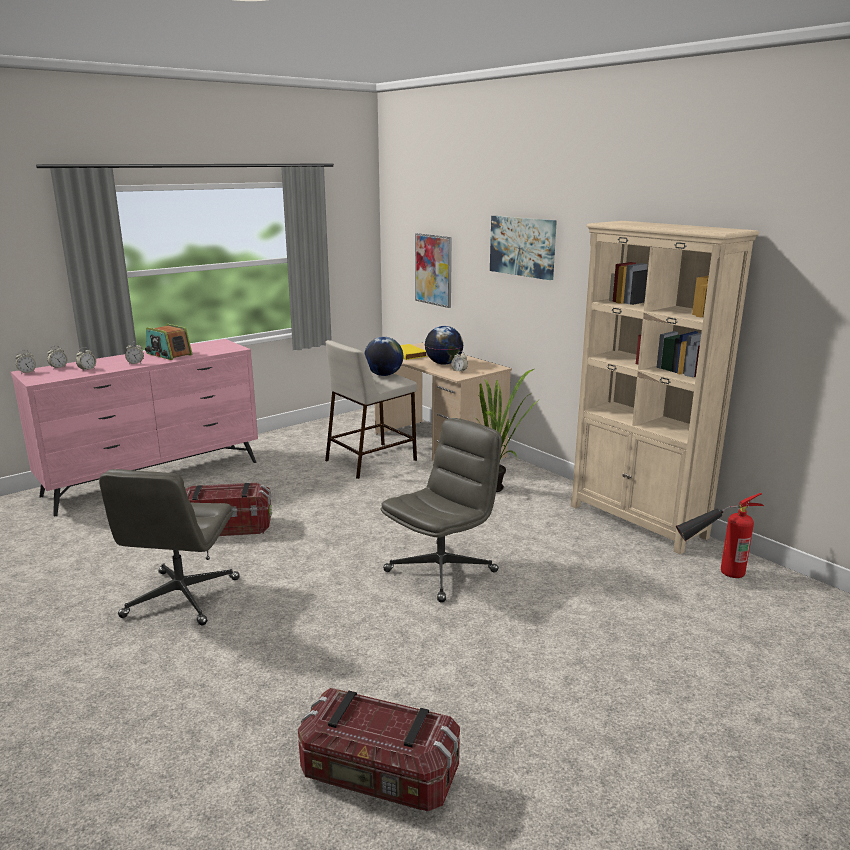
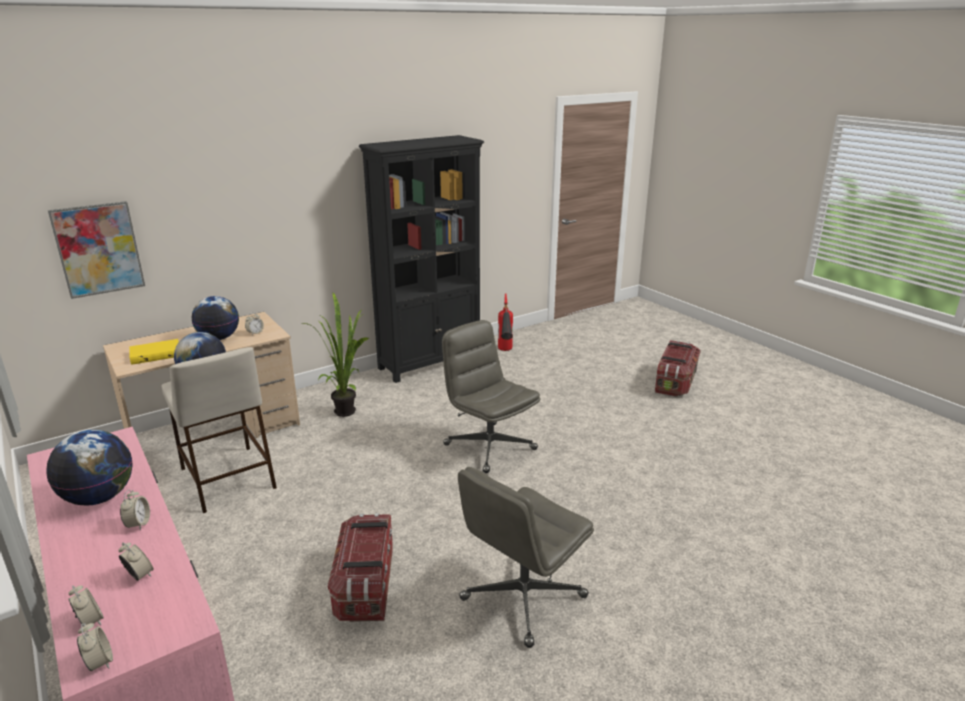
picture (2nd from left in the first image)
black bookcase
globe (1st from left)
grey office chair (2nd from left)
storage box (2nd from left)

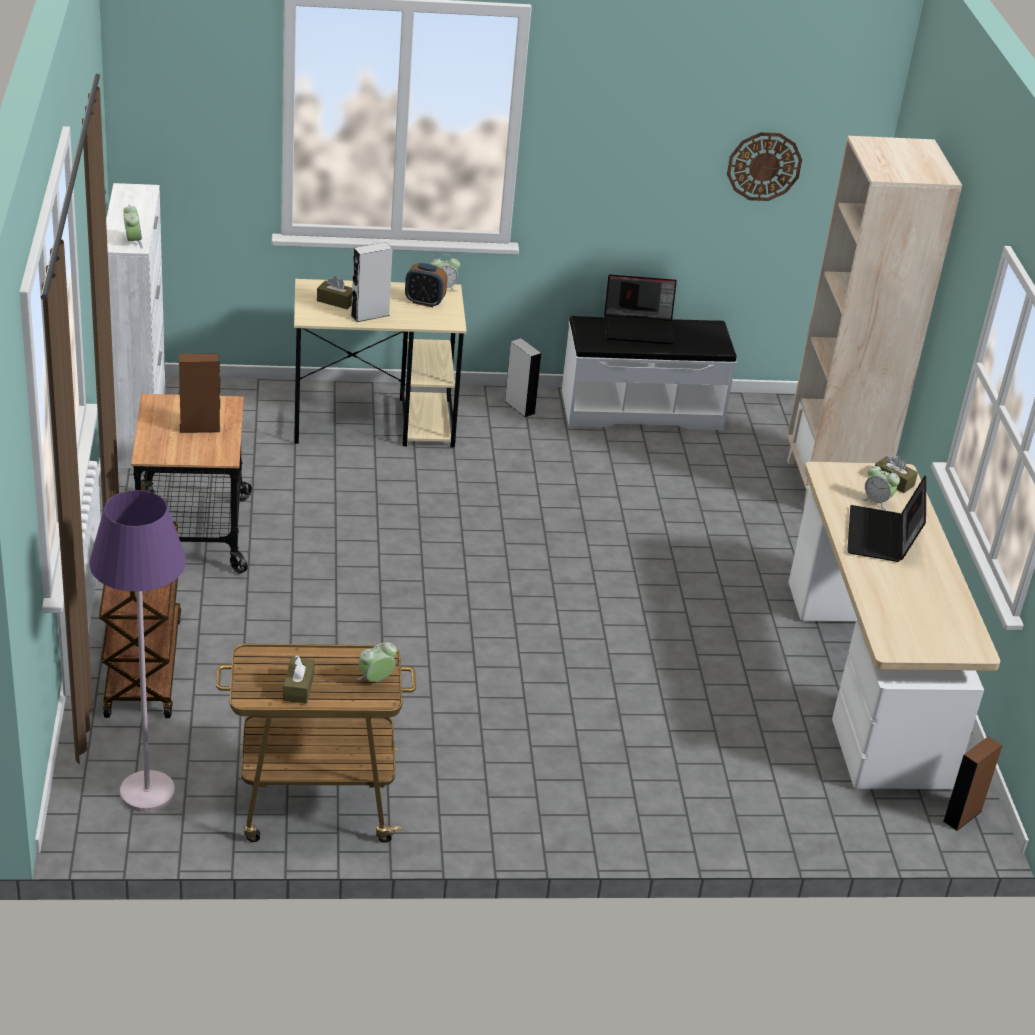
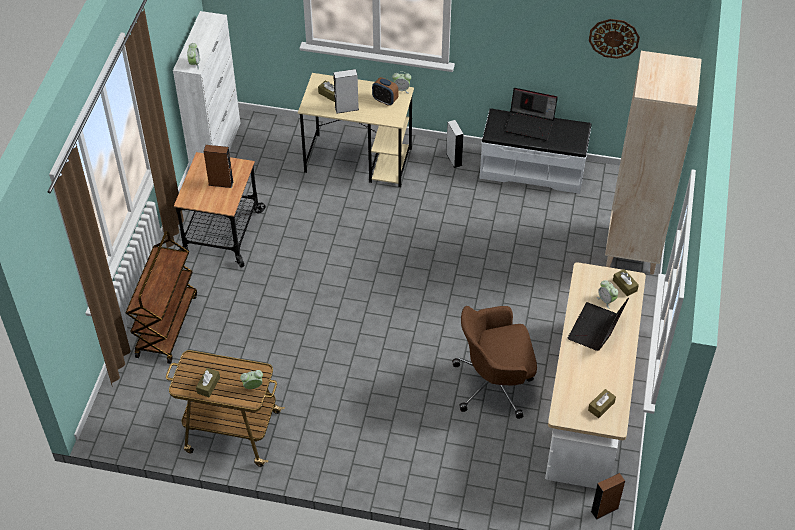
purple floor lamp
brown office chair
brown tissue box (3rd from left)

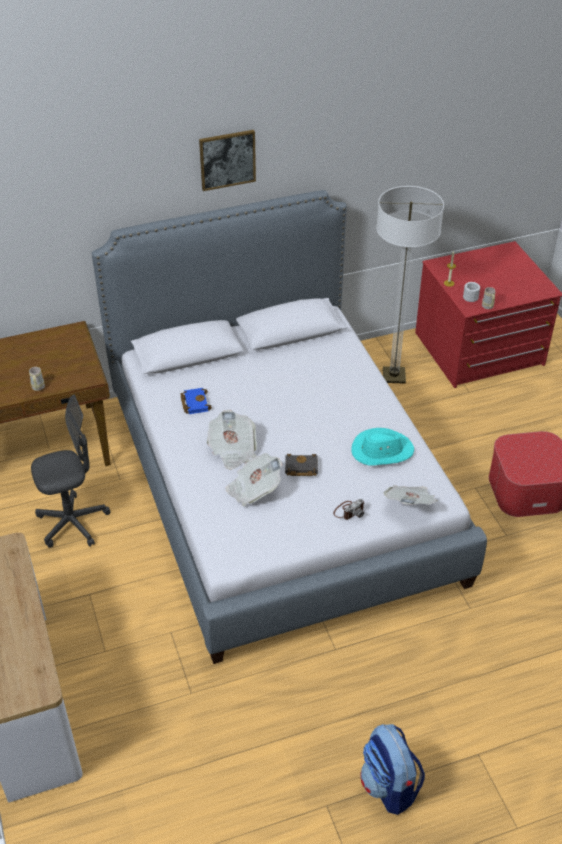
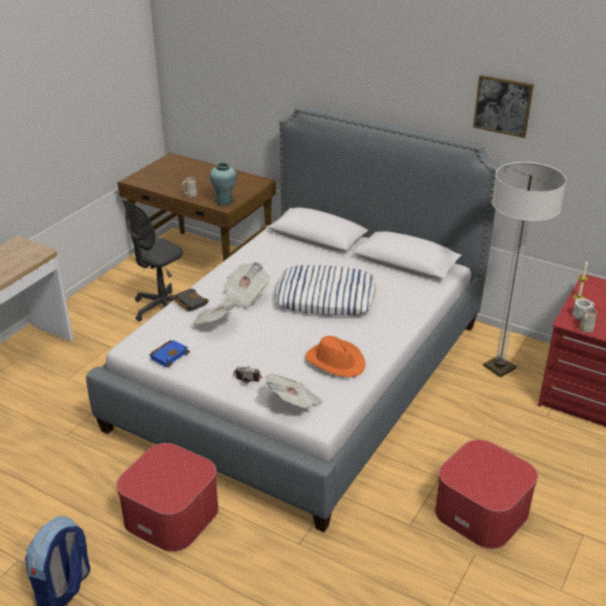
picture
blue book
grey office chair
orange hat
black book
turquoise vase
pillow
ottoman (1st from left)

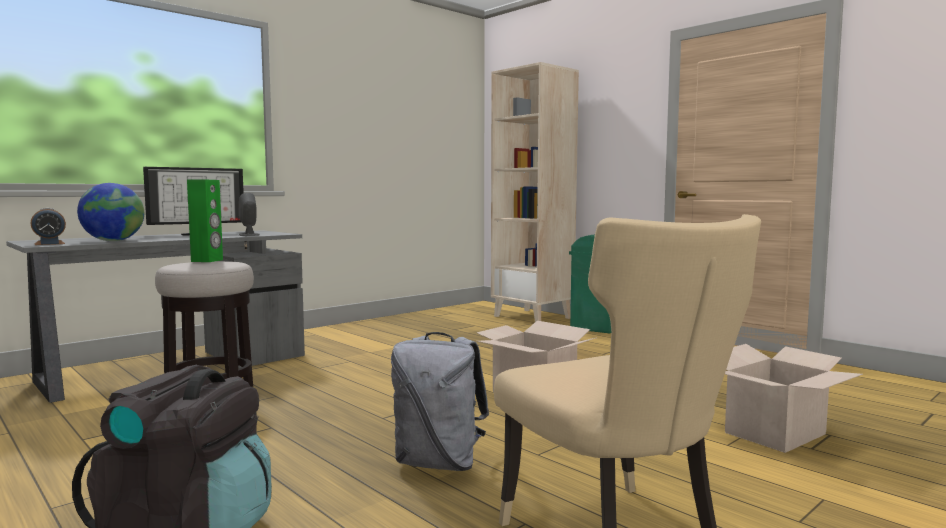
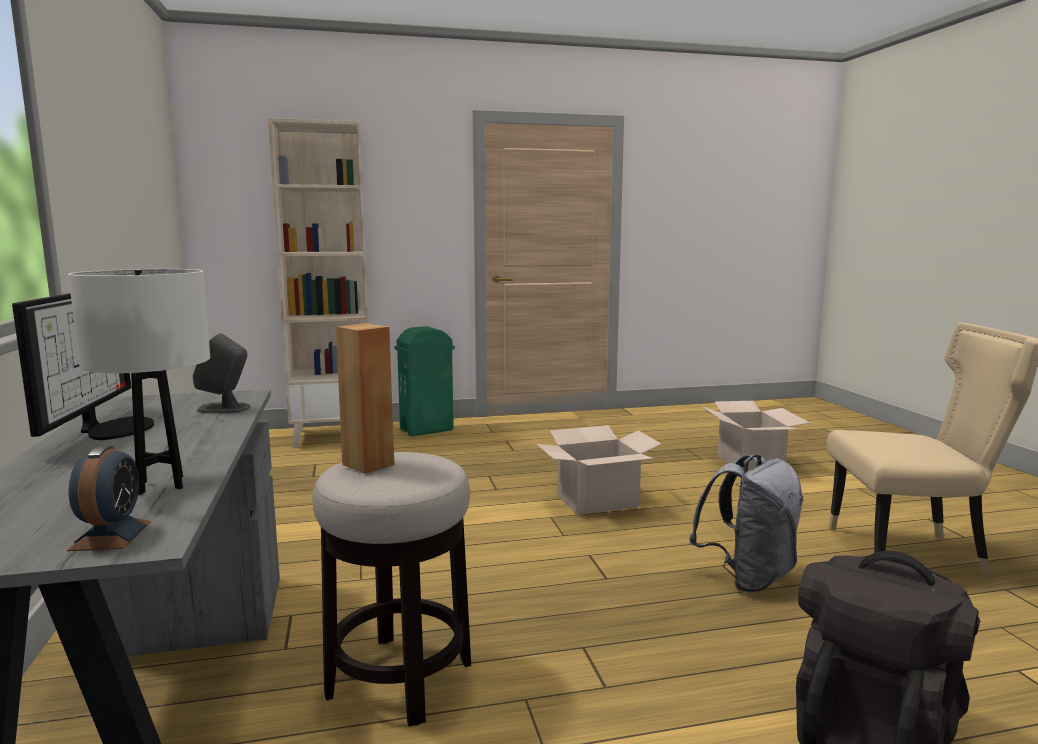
brown speaker
white table lamp

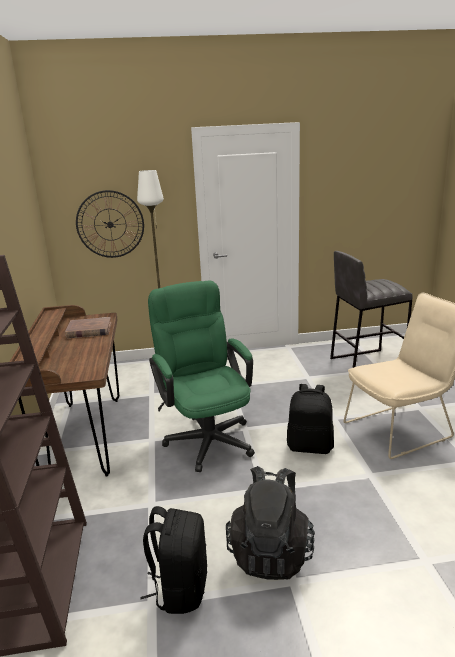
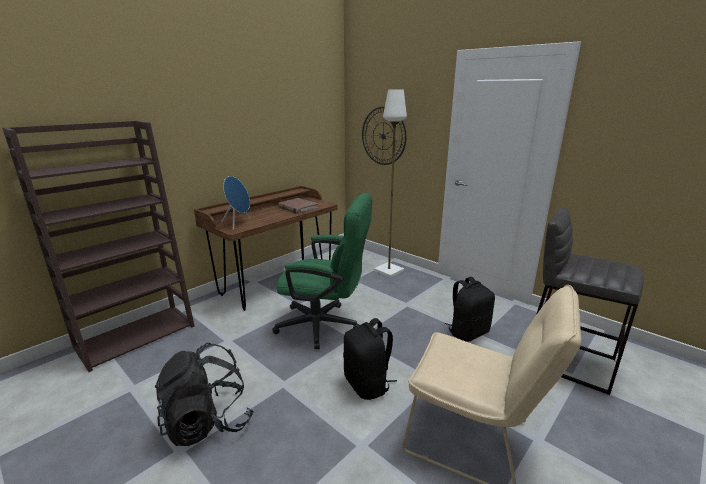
green office chair
black backpack (3rd from left)
blue speaker

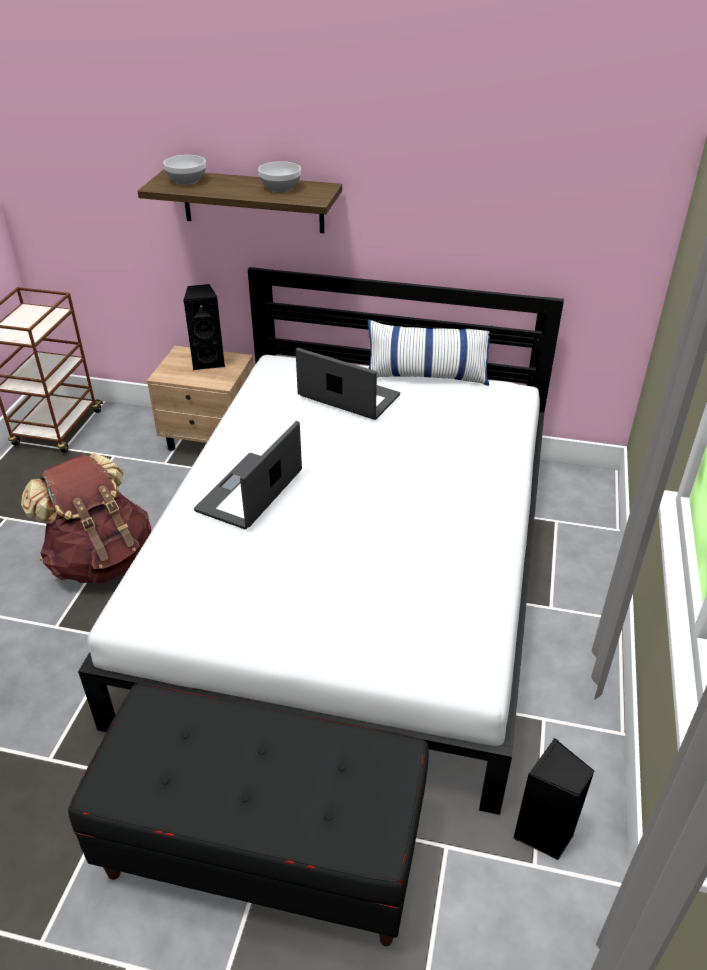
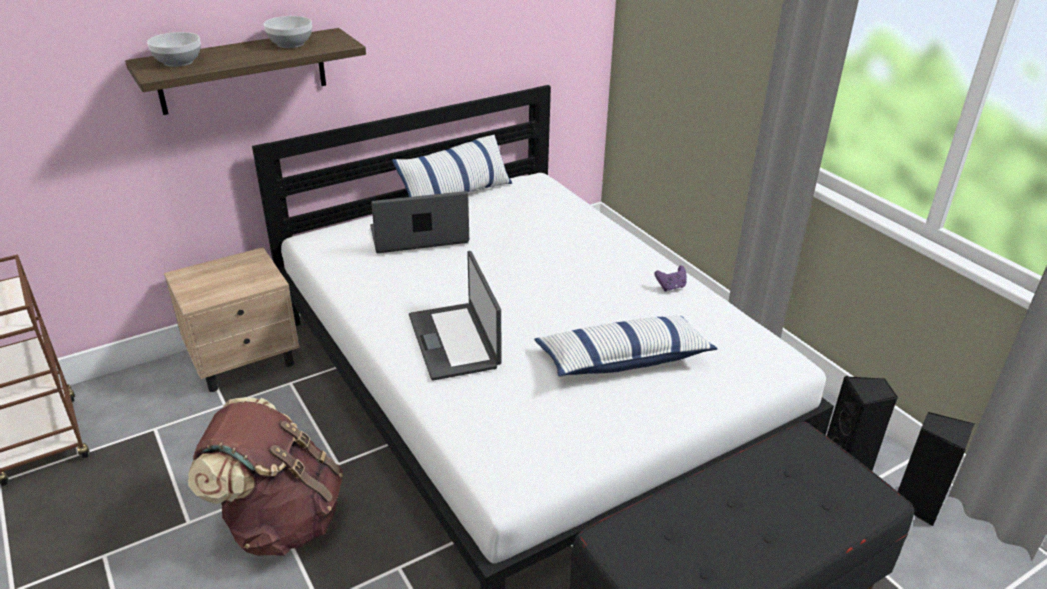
black speaker (2nd from left)
purple game controller
pillow (2nd from left)

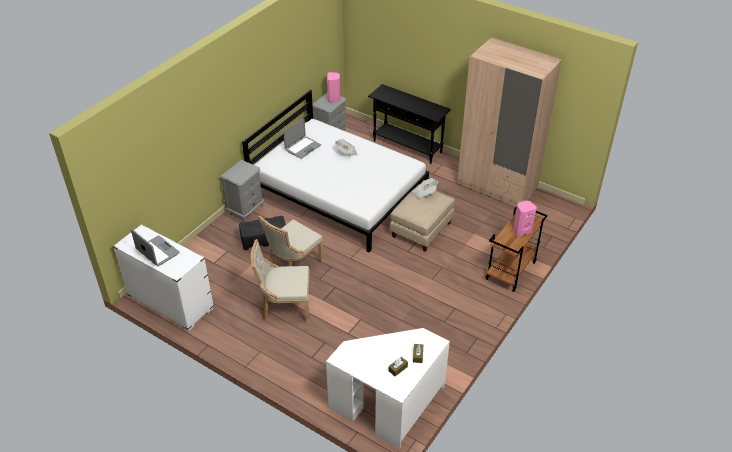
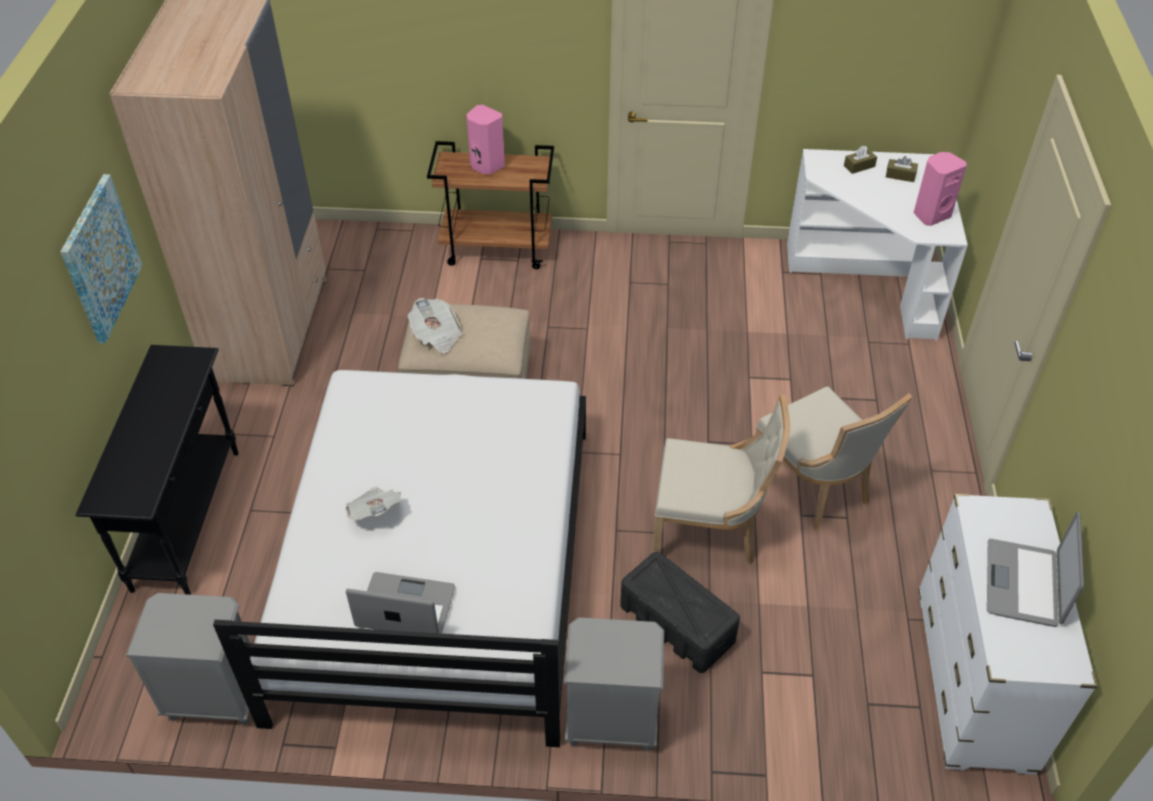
pink speaker (2nd from left)
picture

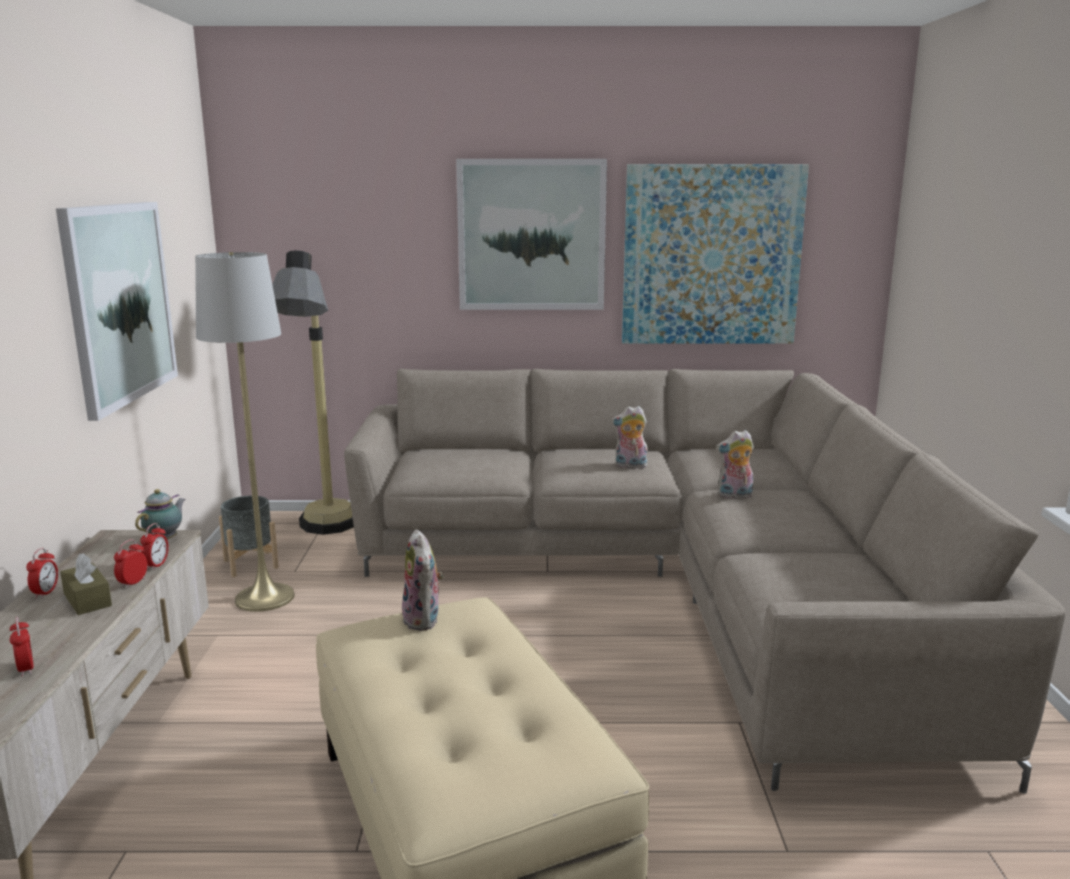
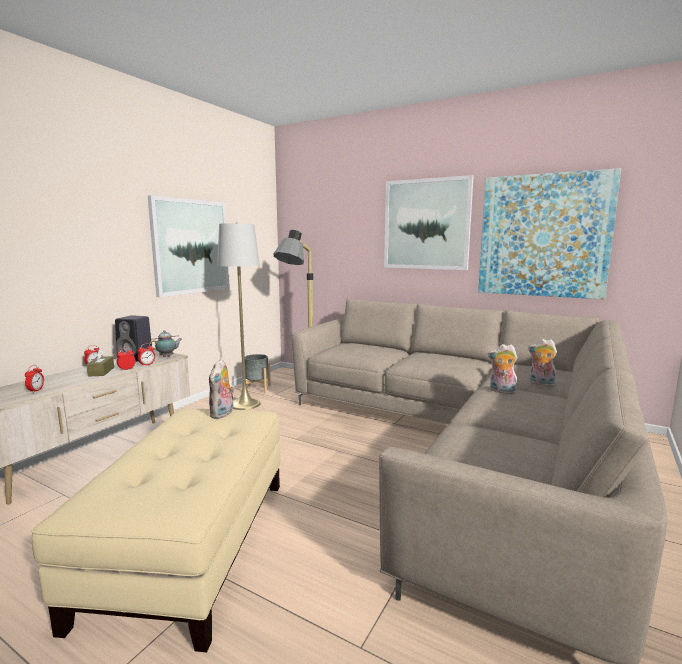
plush toy (3rd from left)
black speaker

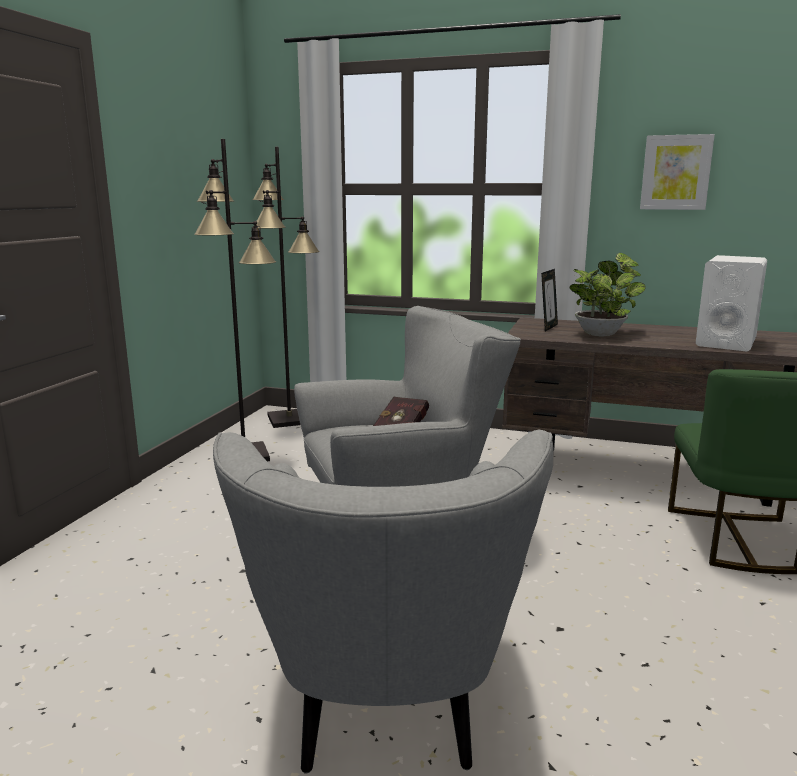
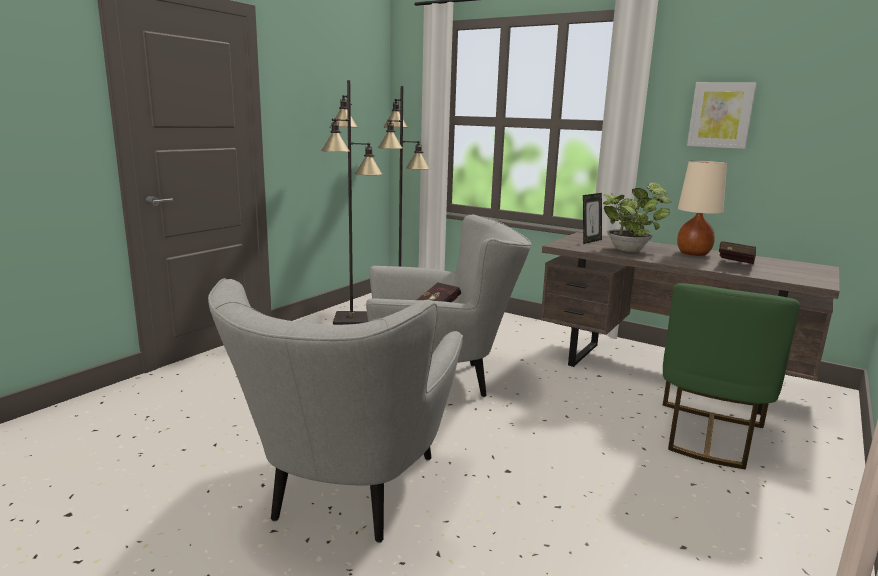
red book (2nd from left)
beige table lamp

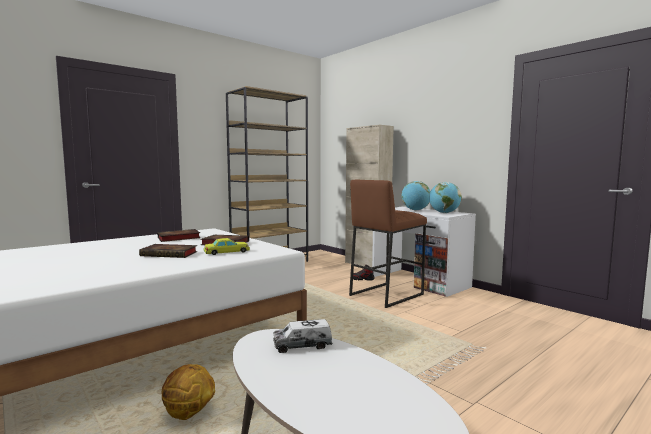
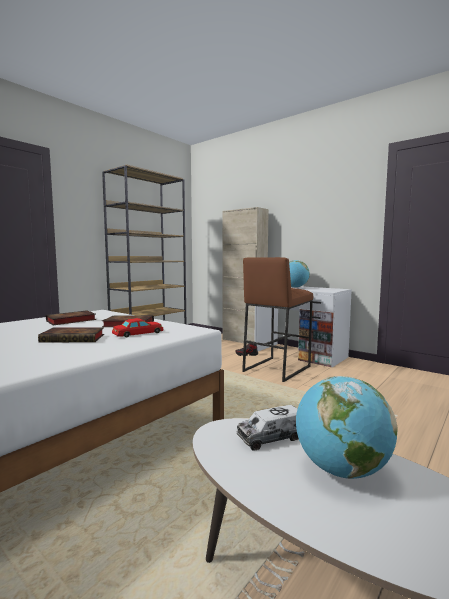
globe (2nd from left)
red toy car
basketball

